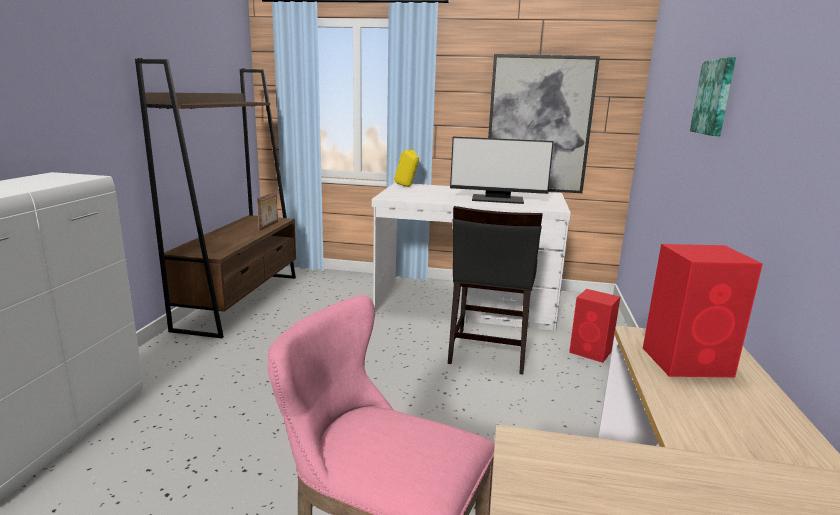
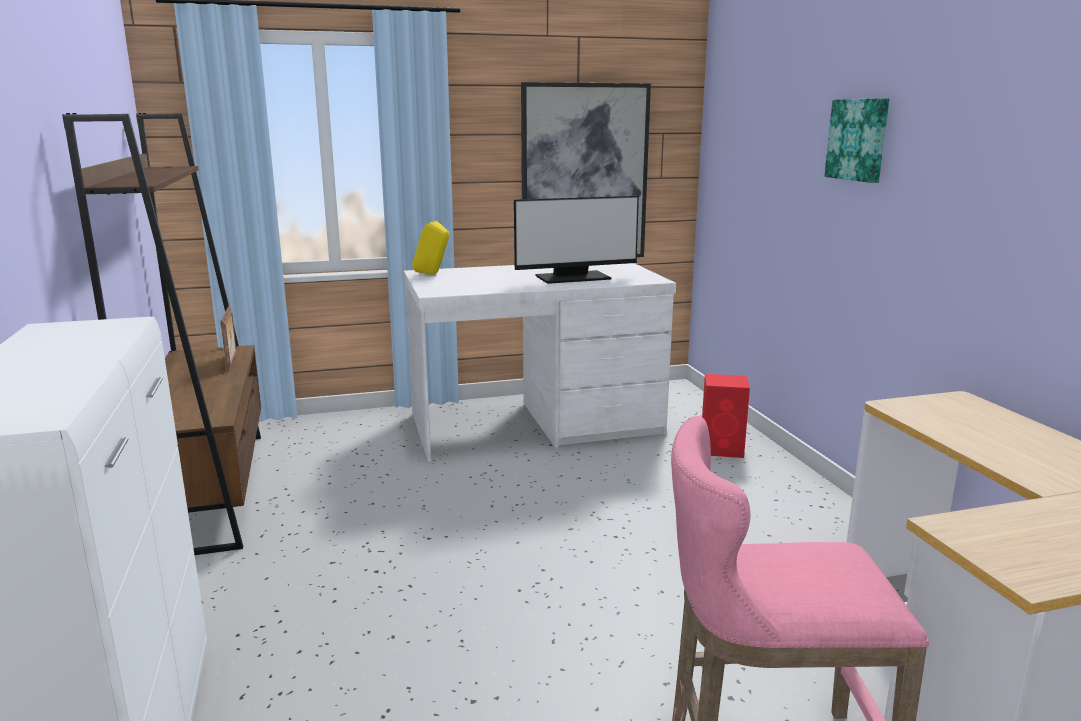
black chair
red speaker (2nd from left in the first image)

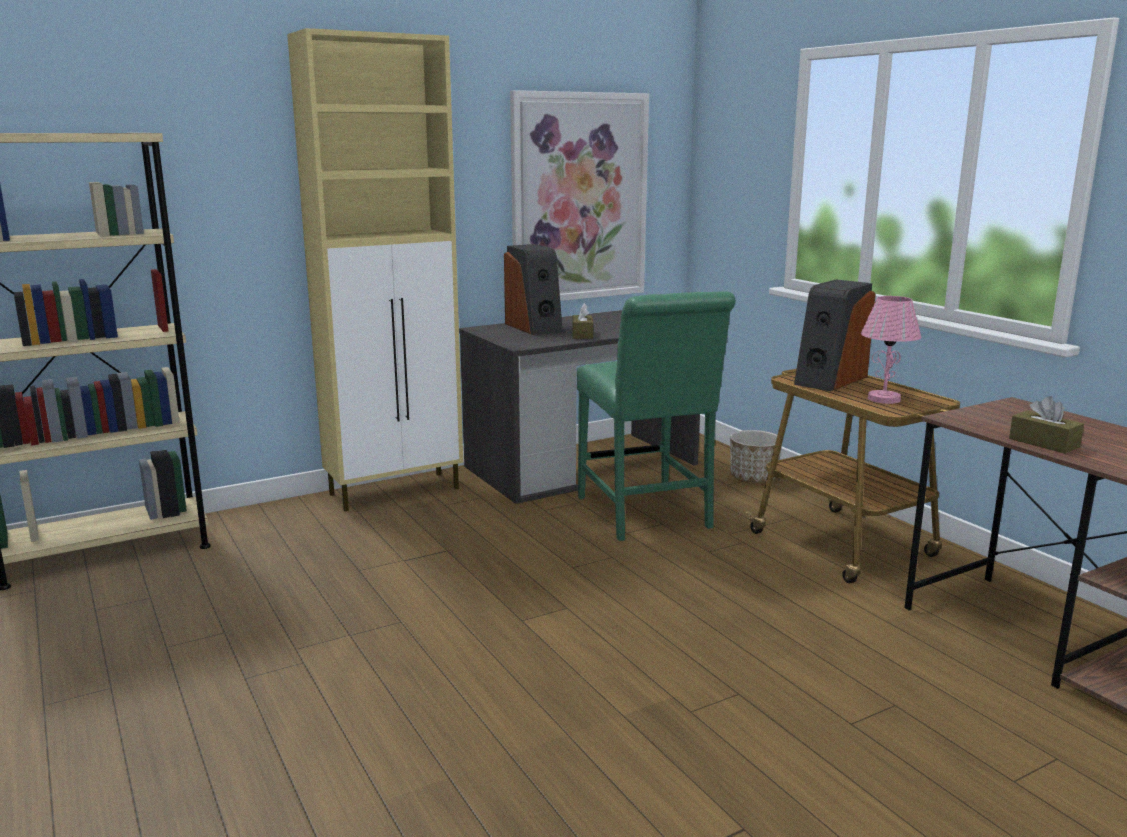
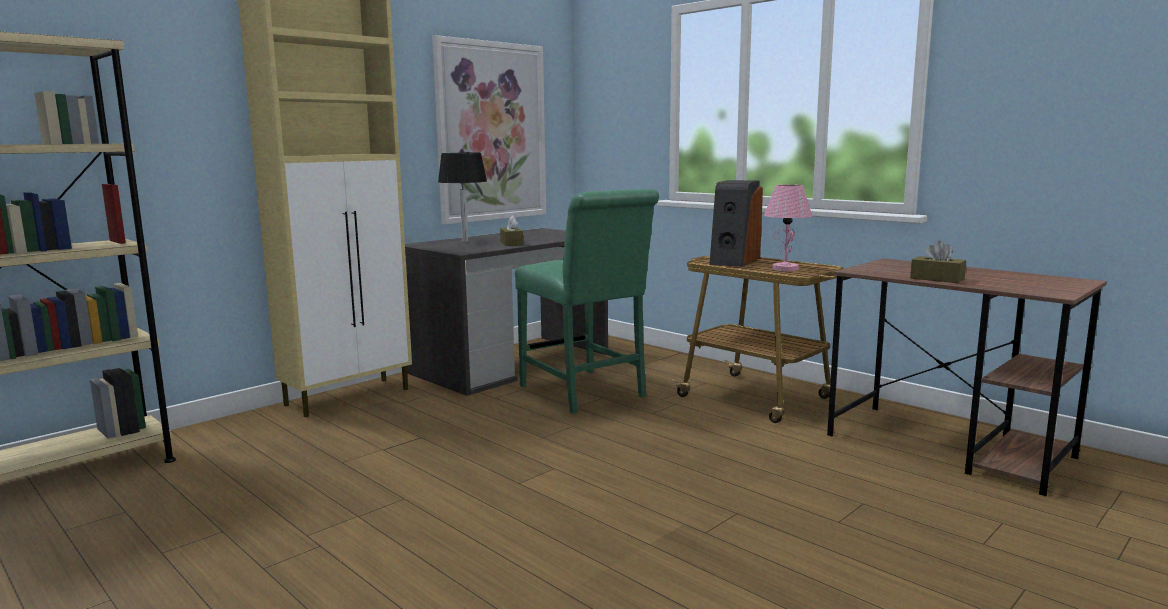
black table lamp
planter

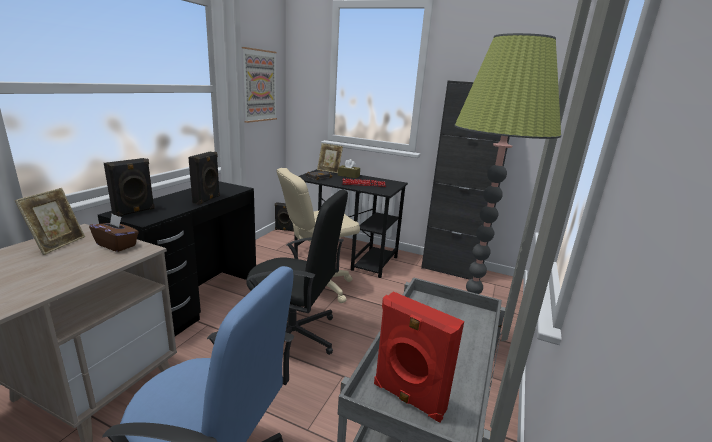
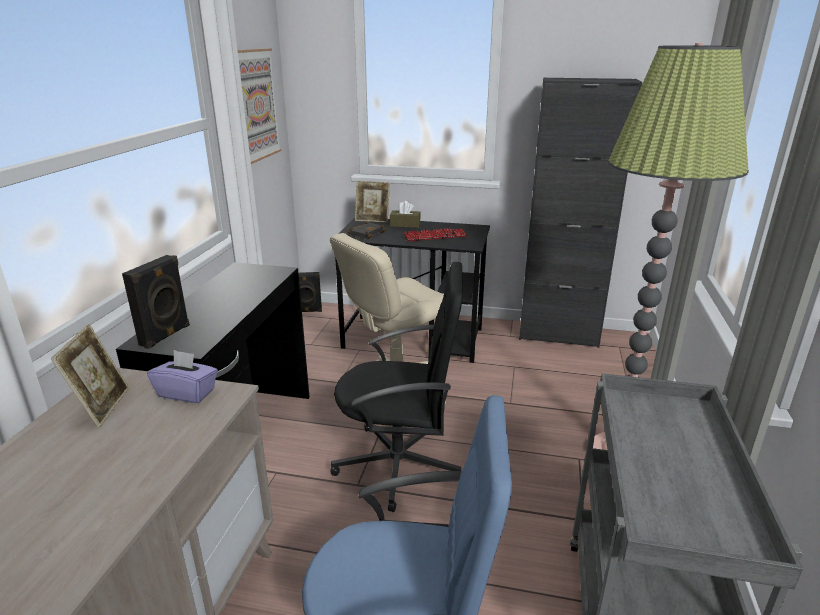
black speaker (2nd from left in the first image)
purple tissue box
red speaker

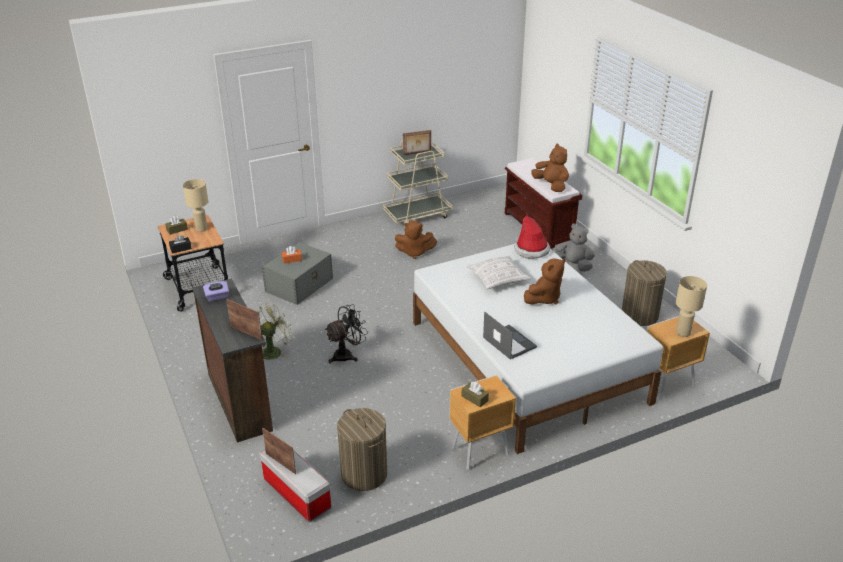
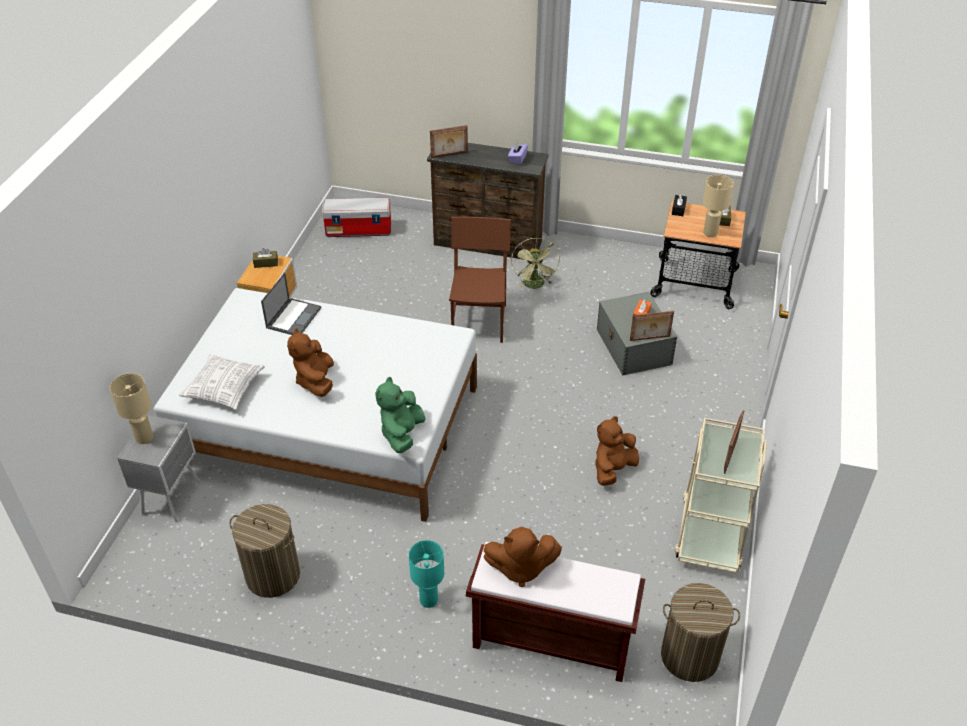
green plush toy
turquoise table lamp
pillow
brown chair
laptop
grey nightstand
laundry basket (2nd from left)
picture frame (2nd from left)

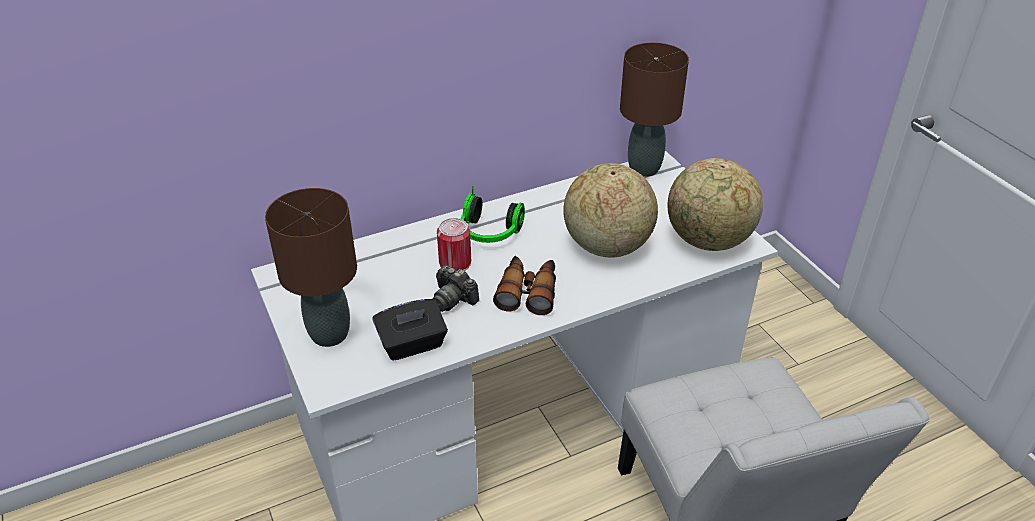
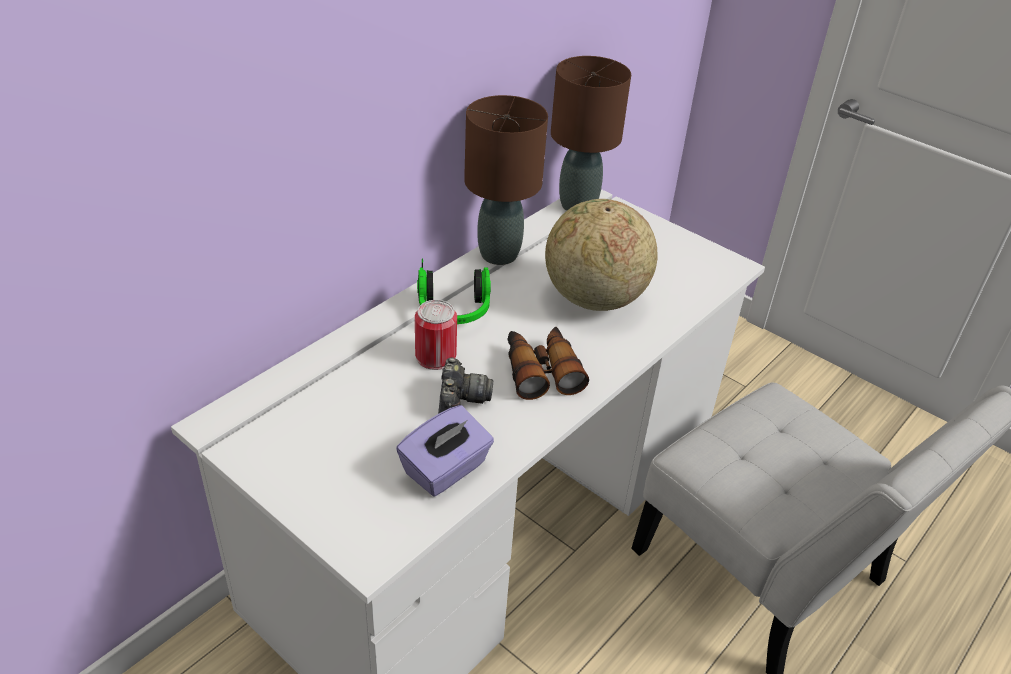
globe (2nd from left in the first image)
brown table lamp (1st from left)
photo camera
purple tissue box

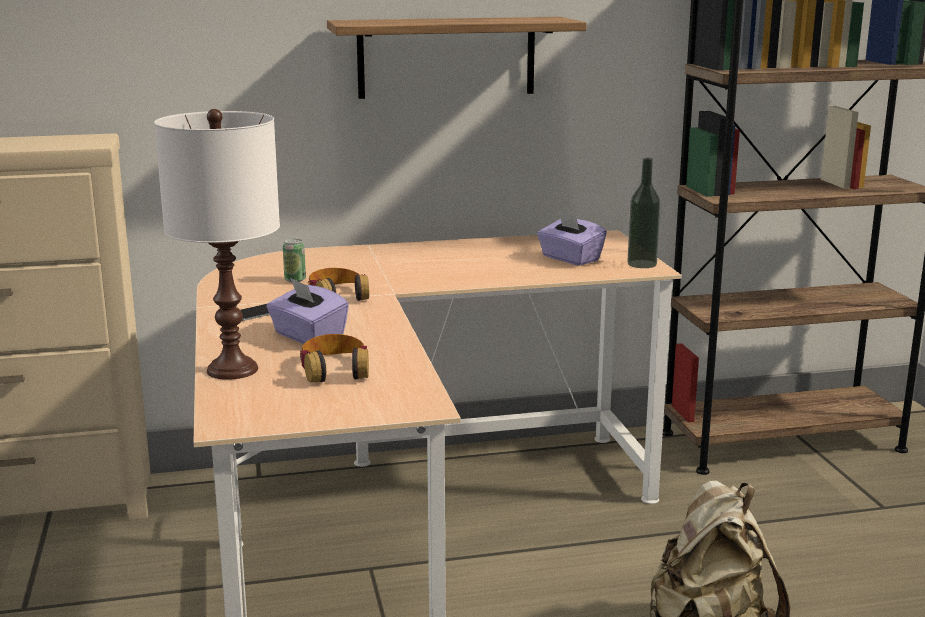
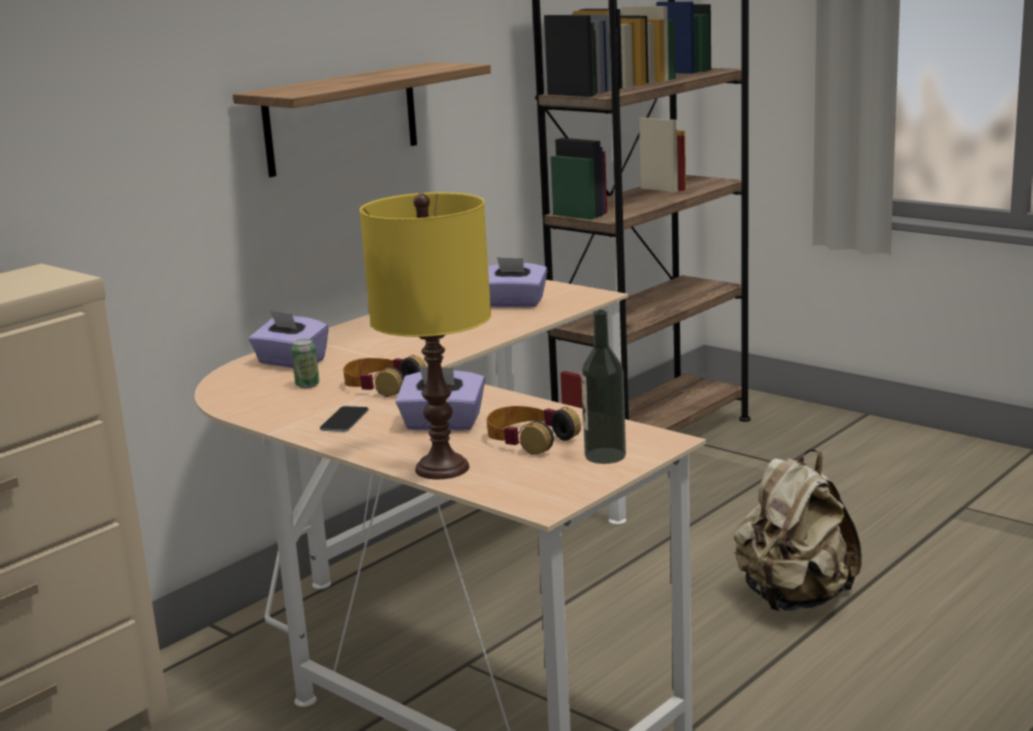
yellow table lamp
bottle
purple tissue box (1st from left)

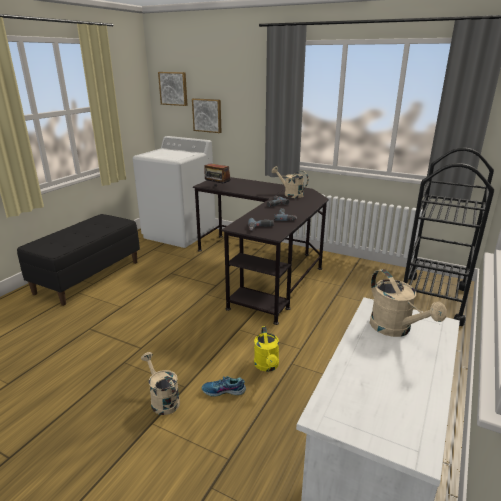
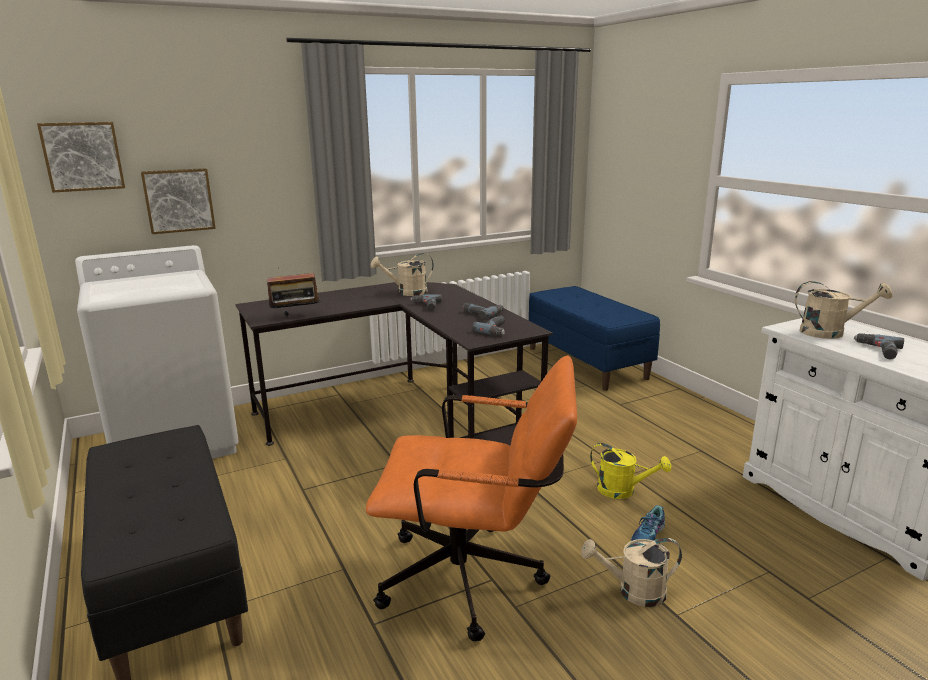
blue bench
power drill (4th from left)
orange office chair

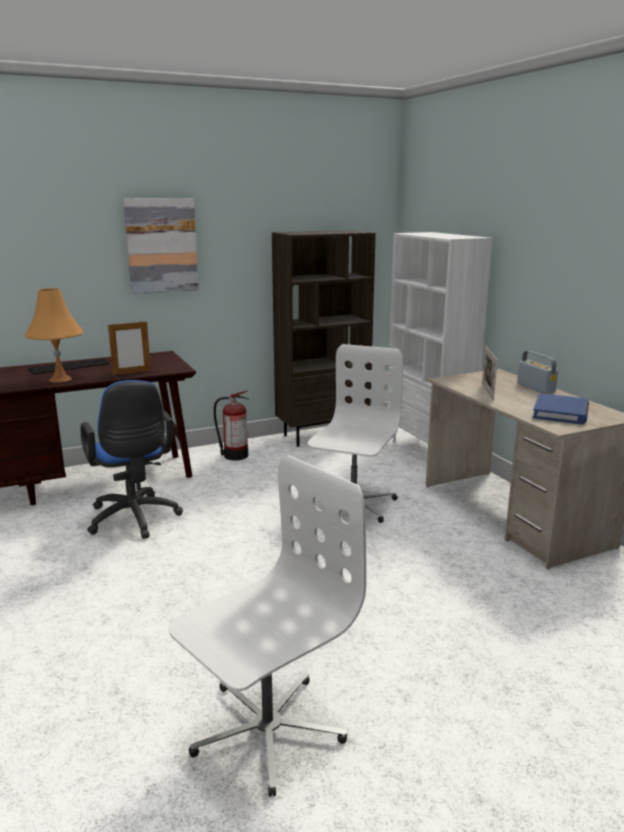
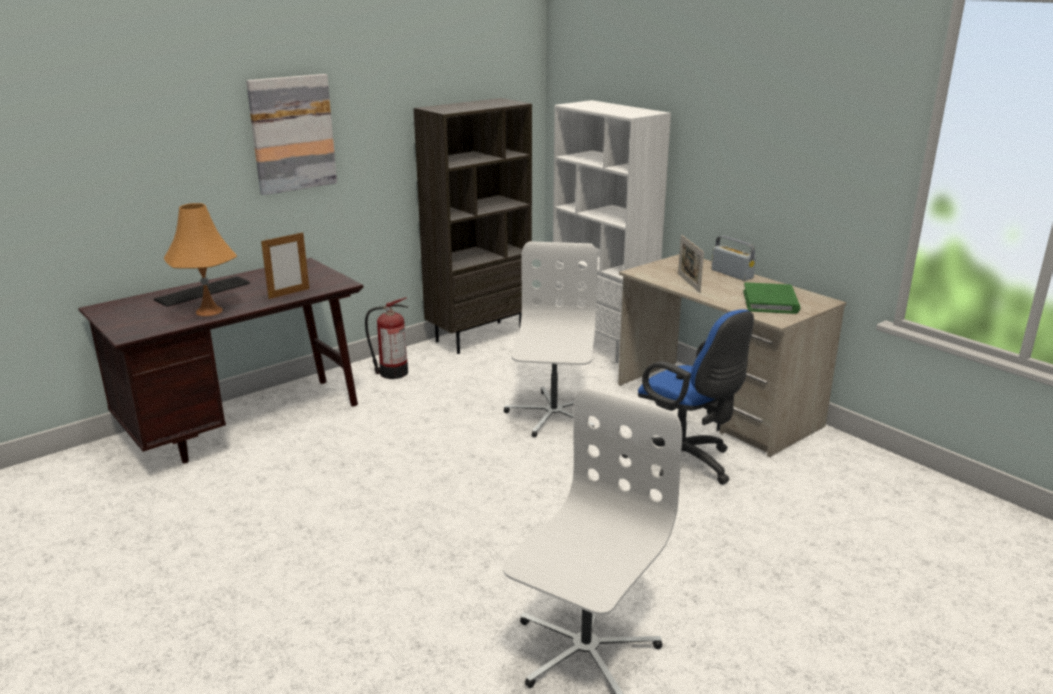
blue office chair
green book

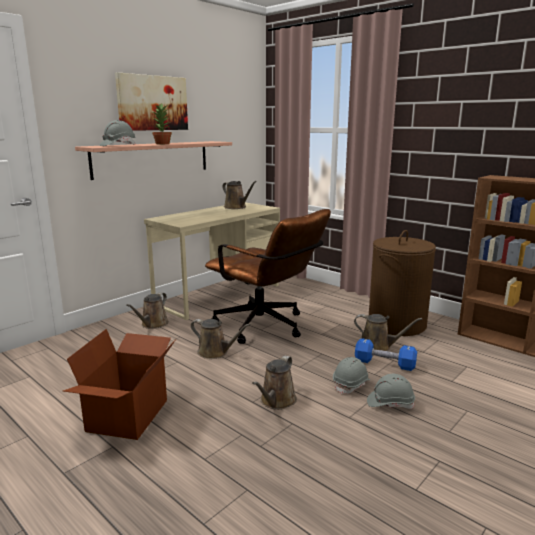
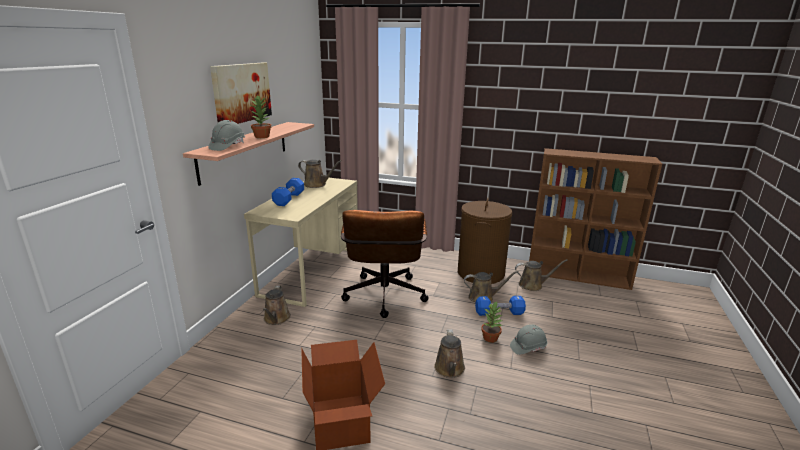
brown office chair
brown watering can (5th from left)
potted plant (2nd from left)
blue dumbbell (1st from left)

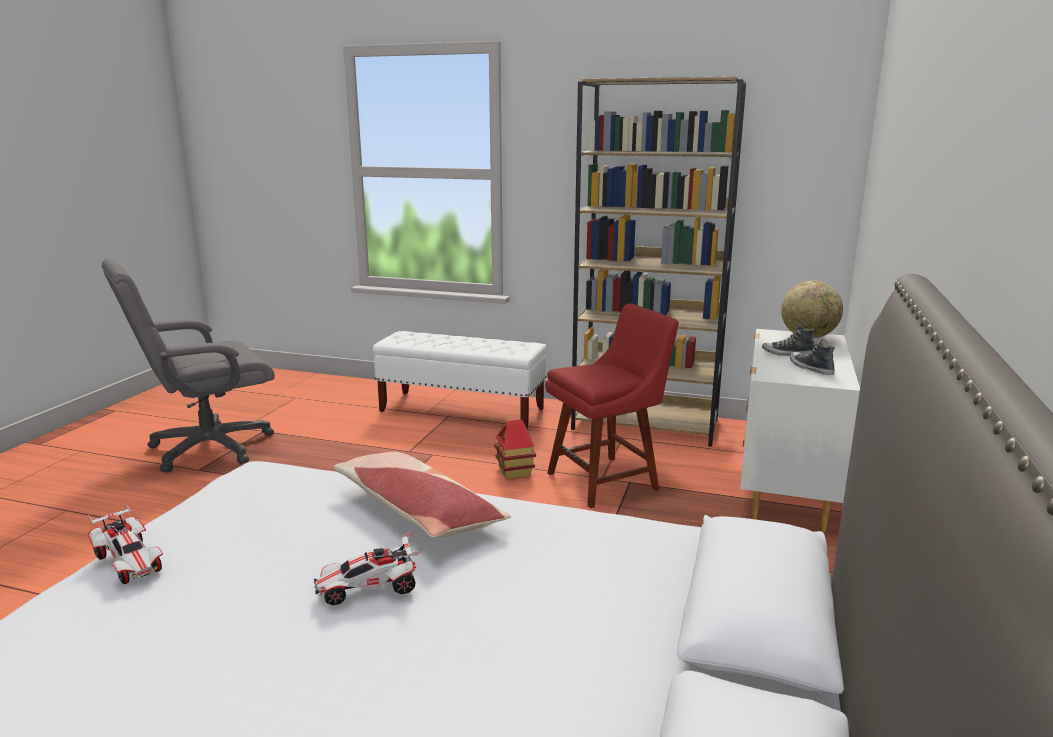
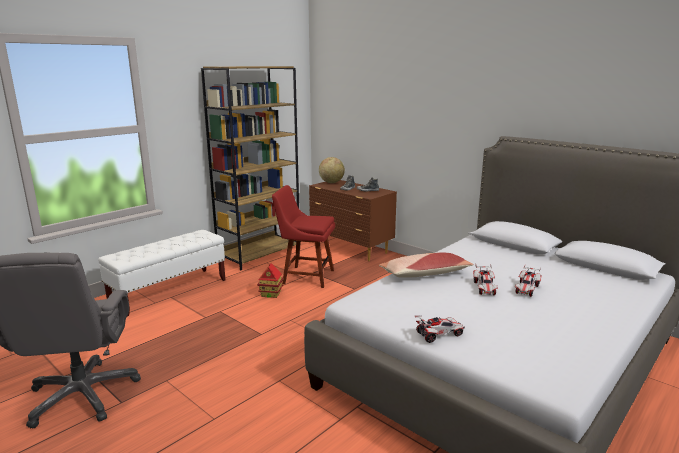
red chair
brown dresser
toy car (3rd from left)

